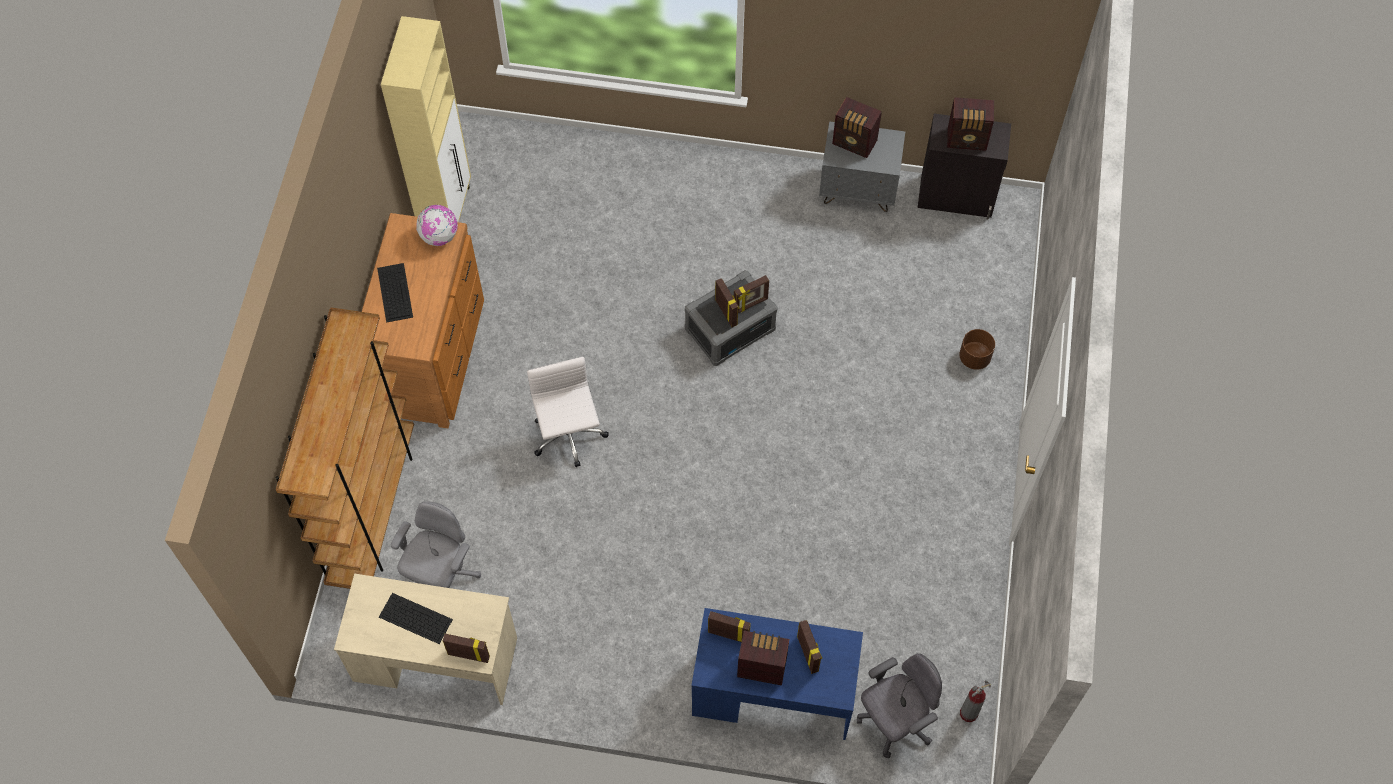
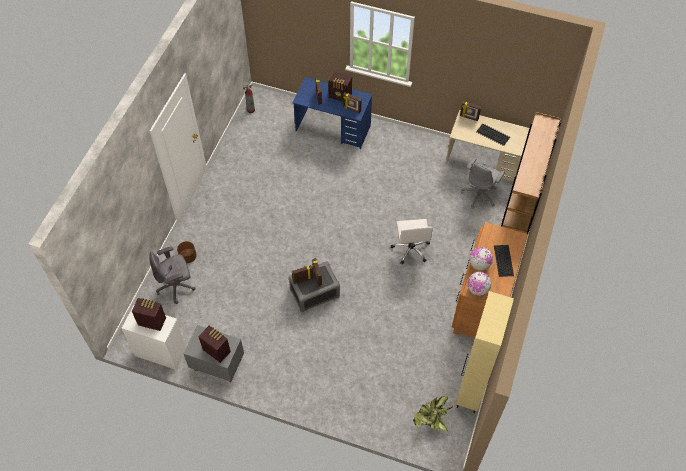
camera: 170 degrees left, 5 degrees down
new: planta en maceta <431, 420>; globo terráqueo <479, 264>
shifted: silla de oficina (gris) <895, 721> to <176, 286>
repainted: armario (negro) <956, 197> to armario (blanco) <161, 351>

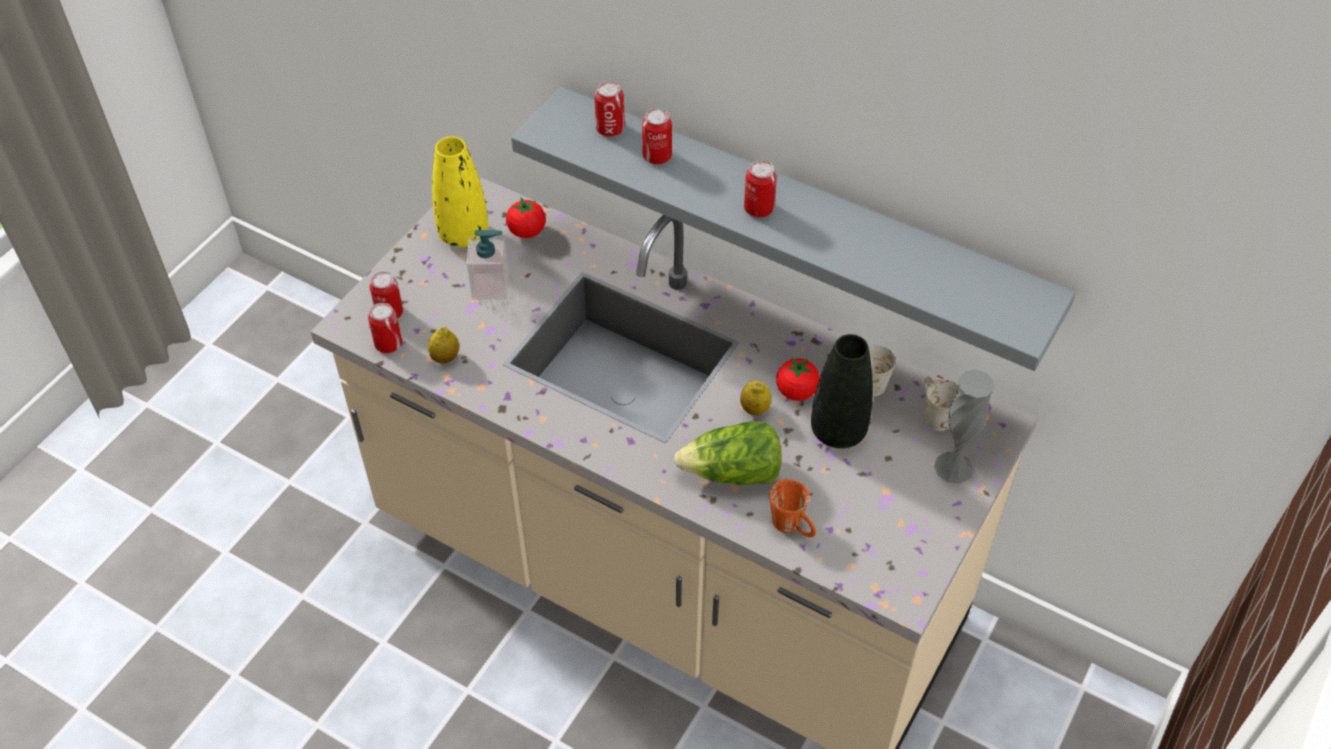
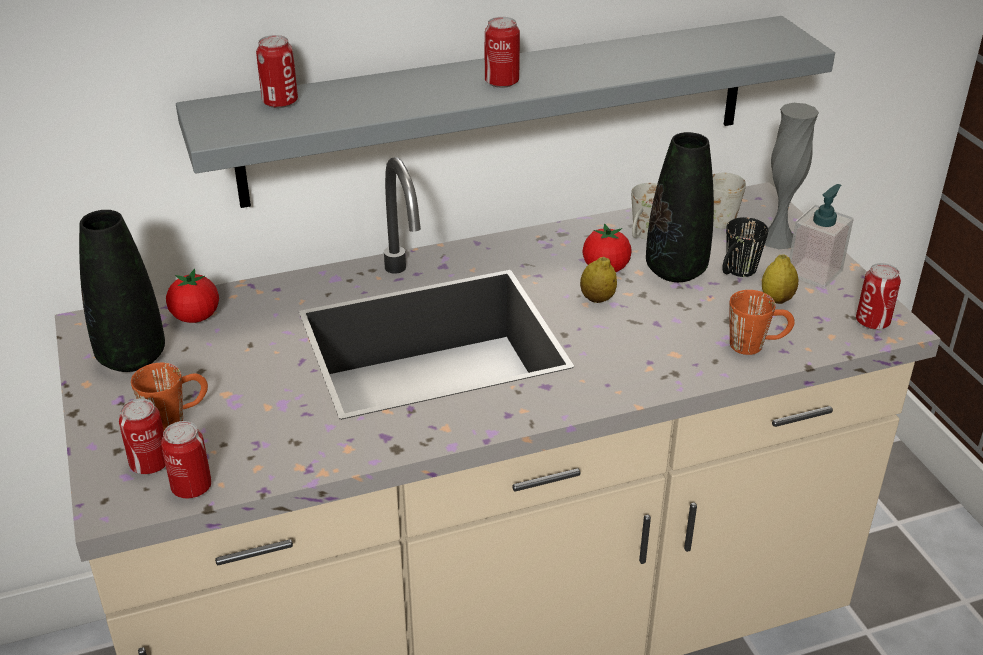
camera: 50 degrees left, 15 degrees down
gone: lechuga <733, 473>
new: taza grande (naranja) <177, 417>; taza grande (negro) <736, 273>
shifted: limón <445, 358> to <777, 299>; dispensador de jabón <491, 286> to <814, 272>; lata <657, 156> to <872, 322>
repainted: florero (amarillo) <463, 235> to florero (negro) <132, 358>

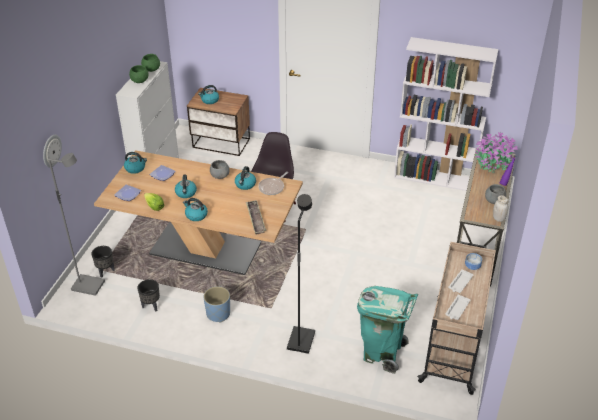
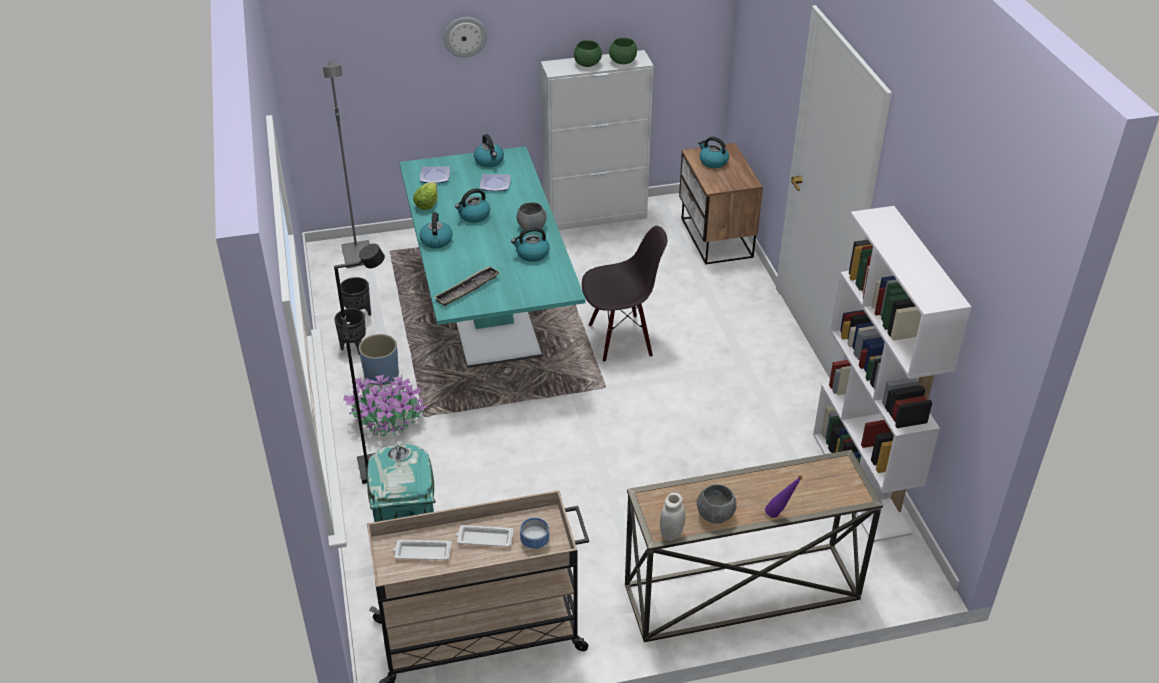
camera: 60 degrees right, 0 degrees up
gone: sartén <272, 187>
shifted: reloj de pared <51, 150> to <465, 36>; maceta (negro) <105, 271> to <353, 348>; planta en maceta <492, 163> to <388, 421>
repainted: mesa de comedor (beis) <205, 249> to mesa de comedor (turquesa) <491, 315>

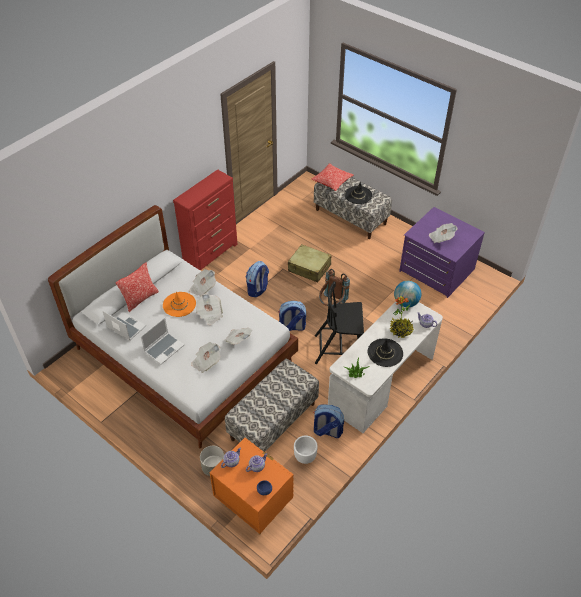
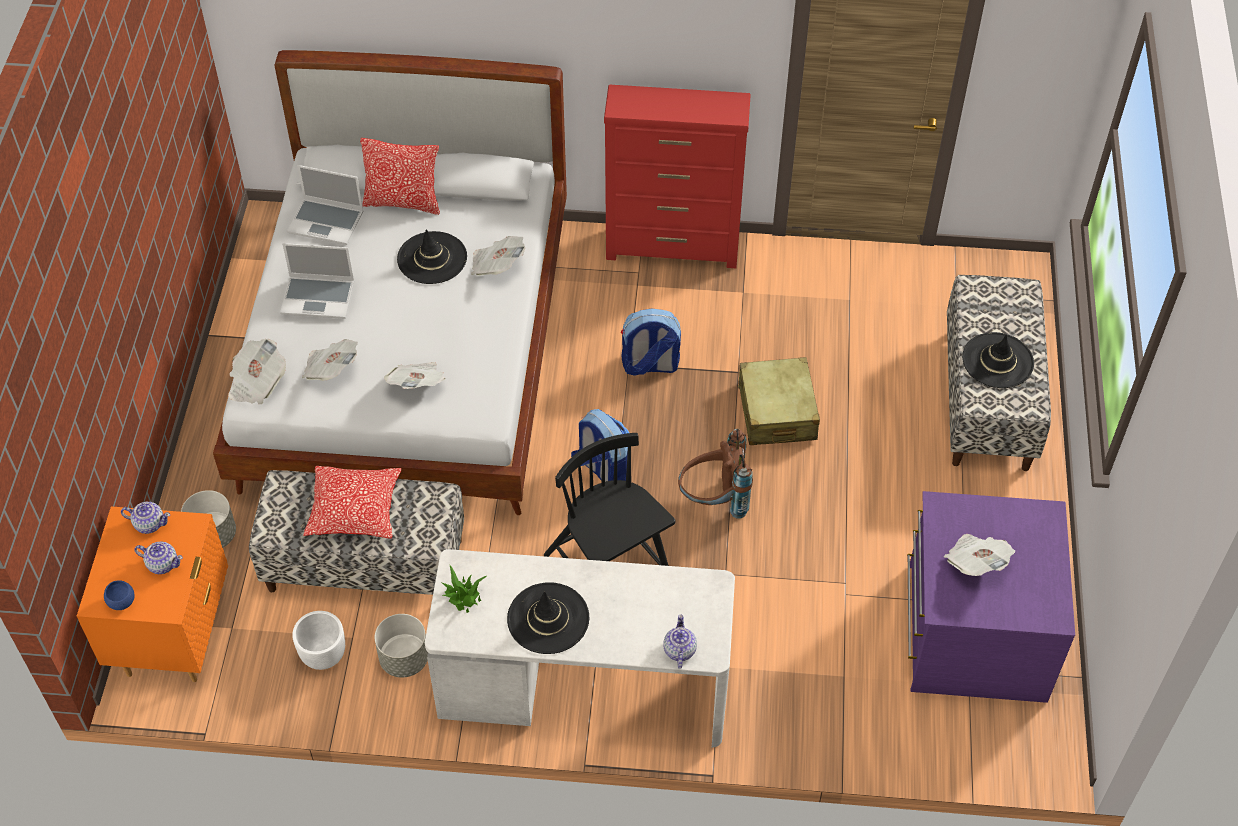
camera: 55 degrees right, 5 degrees up
gone: planta en maceta <401, 330>; globo terráqueo <406, 303>
shifted: periódico <210, 314> to <257, 383>; cojín <332, 181> to <354, 510>
swapped: mochila <327, 431> to maceta (gris) <404, 659>
repainted: sombrero (naranja) <179, 304> to sombrero (negro) <432, 258>
rotated: portátil <125, 327> = <327, 222> 105 degrees clockwise

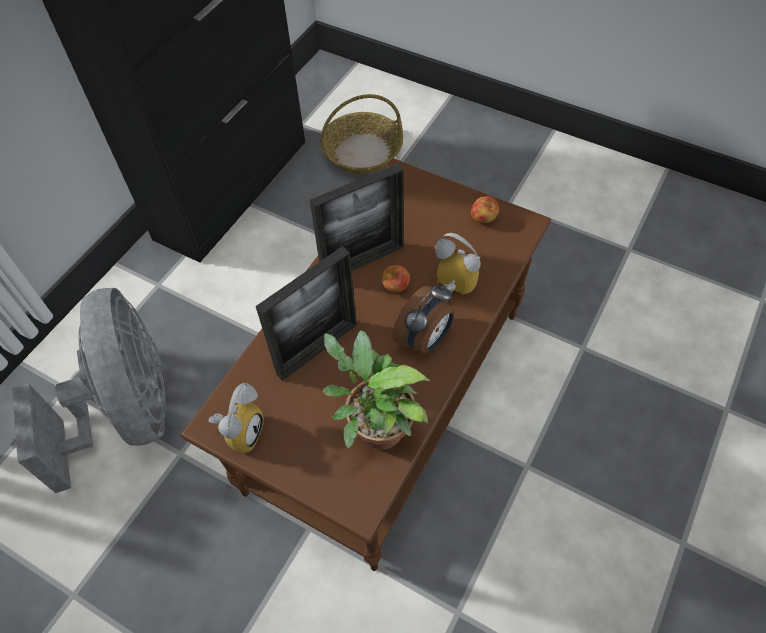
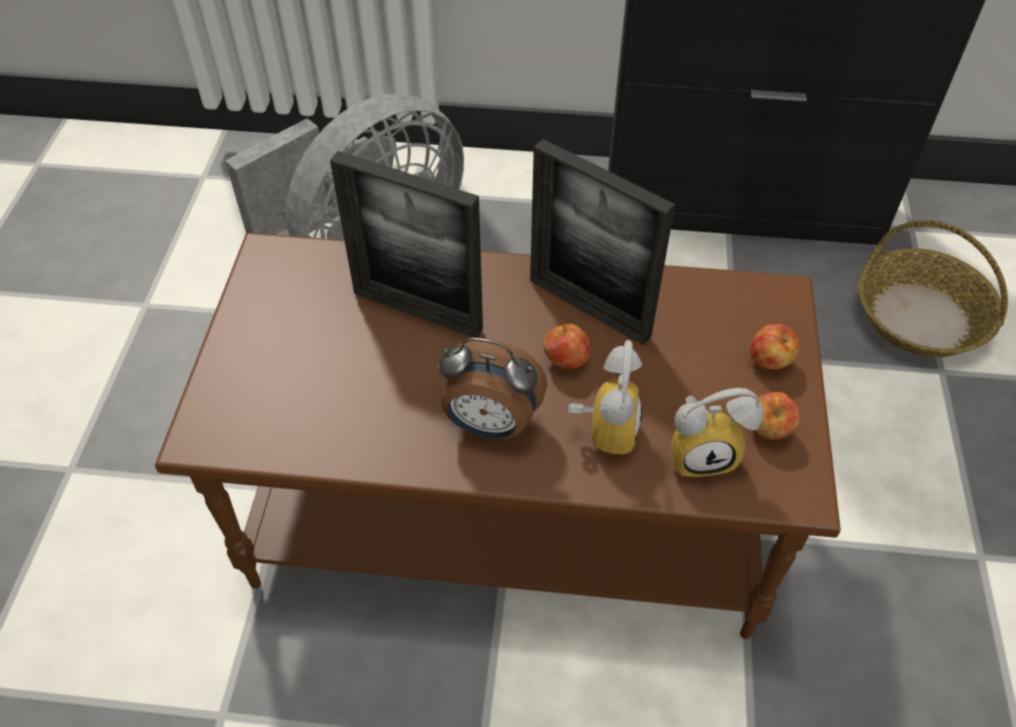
camera: 65 degrees right, 5 degrees down
gone: planta en maceta <375, 428>
new: manzana <769, 361>
shifted: despertador <241, 430> to <703, 452>

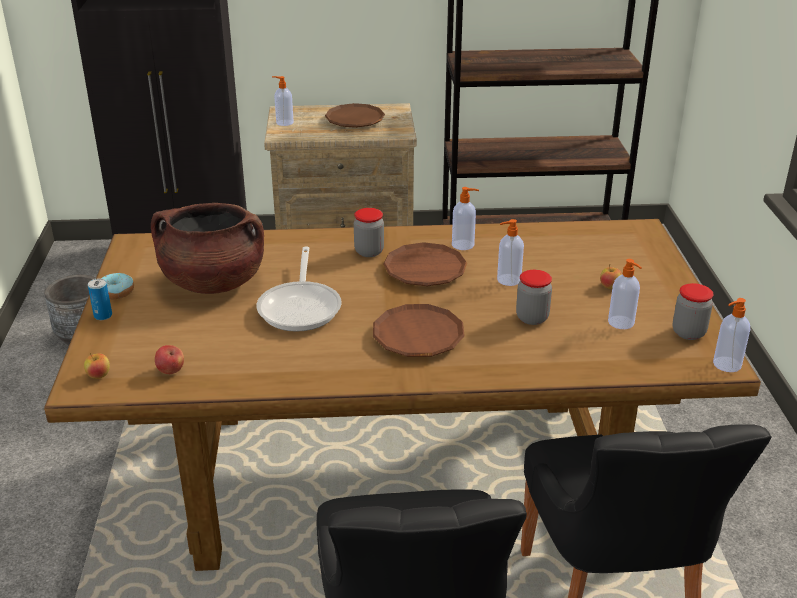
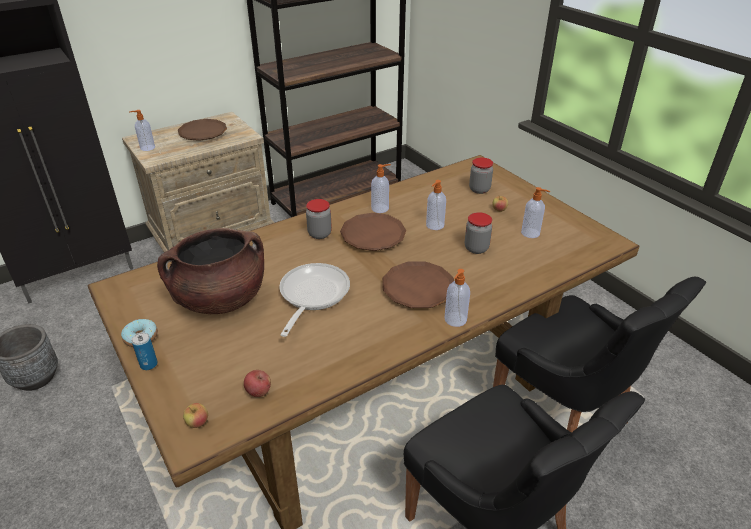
camera: 30 degrees left, 5 degrees up
shifted: tarro <688, 333> to <479, 189>; dispensador de jabón <726, 365> to <455, 320>
rotated: sartén <301, 307> = <312, 296> 135 degrees counterclockwise

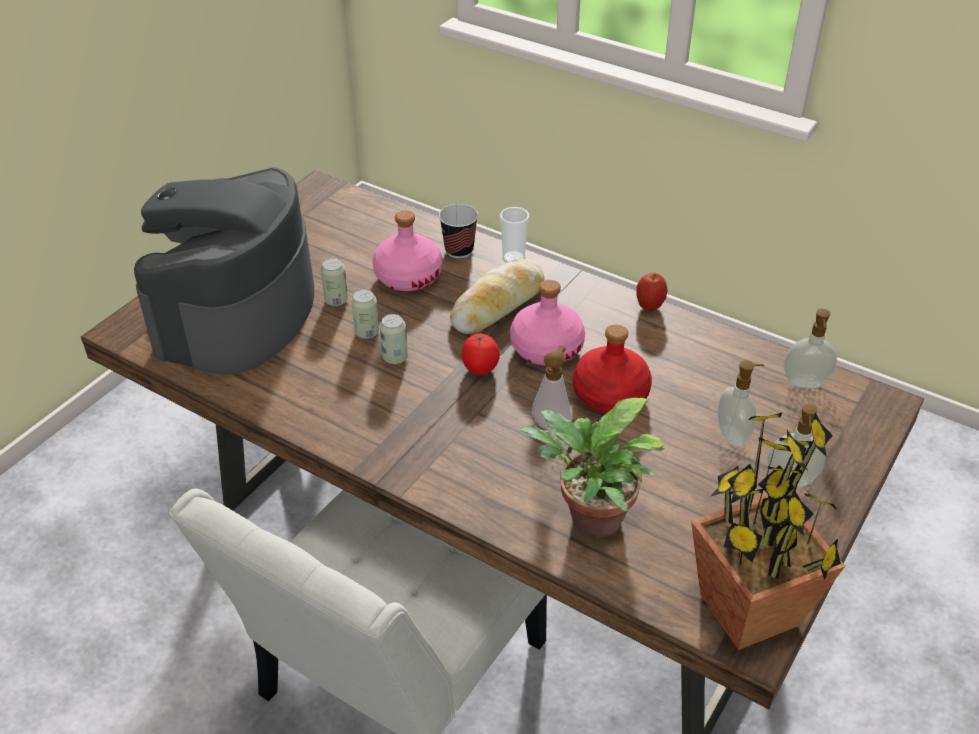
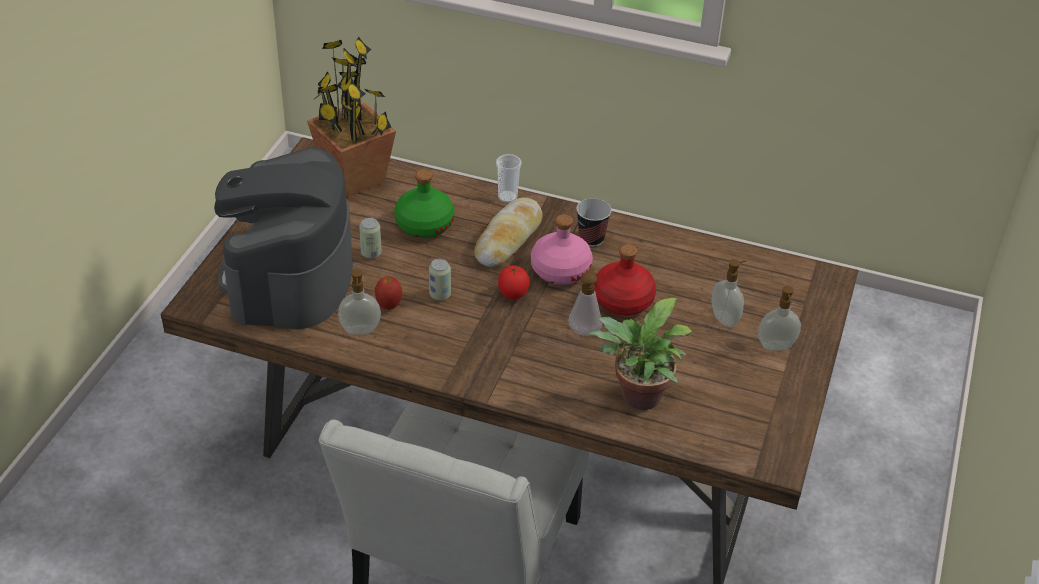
camera: 15 degrees left, 0 degrees up
gone: lata <367, 332>
shifted: taza <459, 250> to <591, 239>; manzana <649, 307> to <389, 306>; planta en maceta <750, 611> to <355, 179>; dispensador de jabón <805, 383> to <360, 331>
repainted: botella (rosa) <408, 276> to botella (verde) <424, 224>

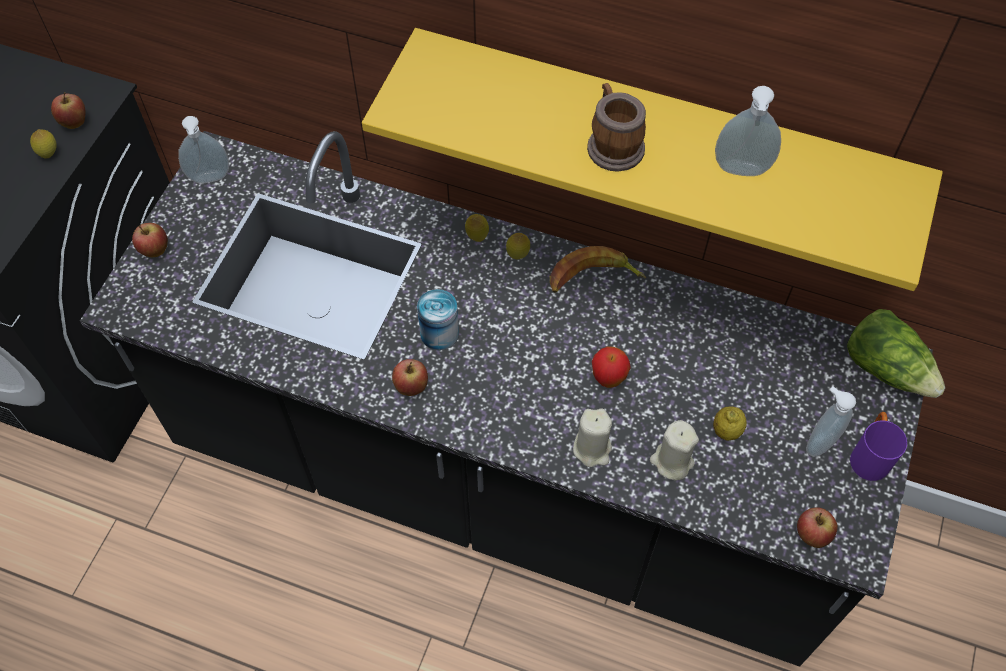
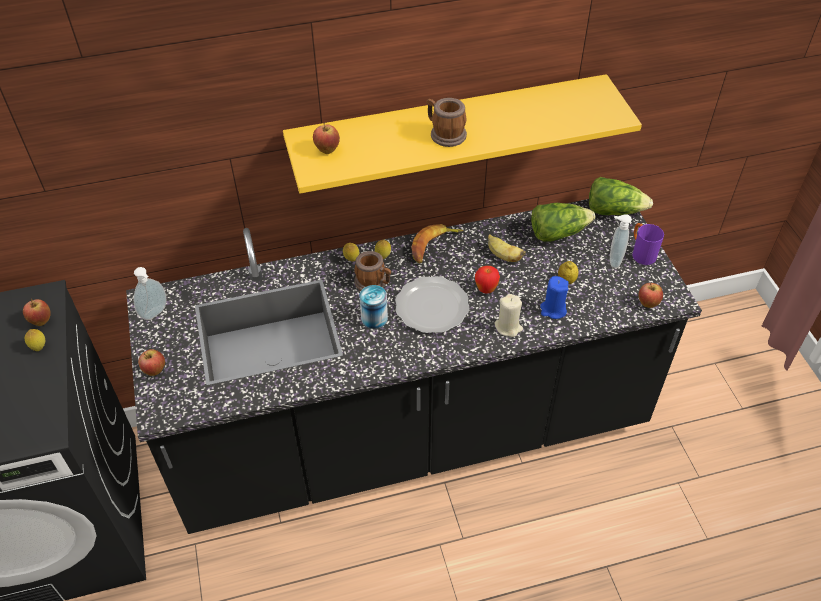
camera: 35 degrees left, 10 degrees down
gone: dispensador de jabón <741, 171>
new: taza grande <374, 283>; plato <432, 306>; plátano <503, 256>; lechuga <558, 232>
shifted: manzana <411, 387> to <327, 150>
repainted: vela (beis) <671, 461> to vela (azul) <553, 309>

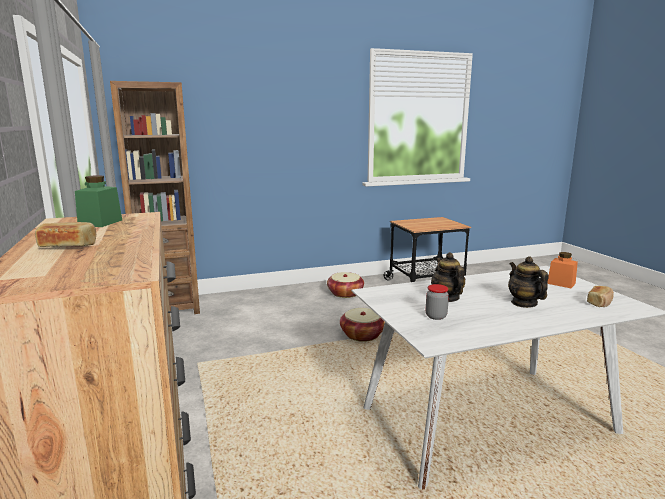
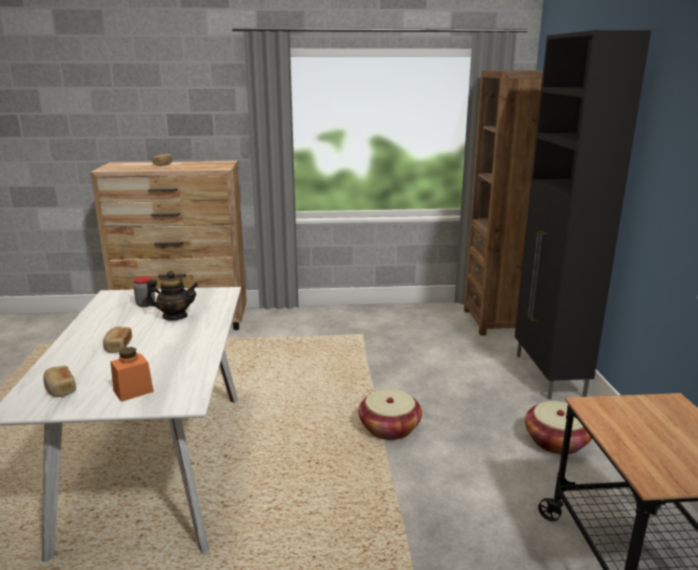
camera: 105 degrees right, 5 degrees up
gone: tarro (verde) <100, 223>
new: armario (negro) <549, 376>
swapped: tetera <524, 303> to pan <117, 346>

